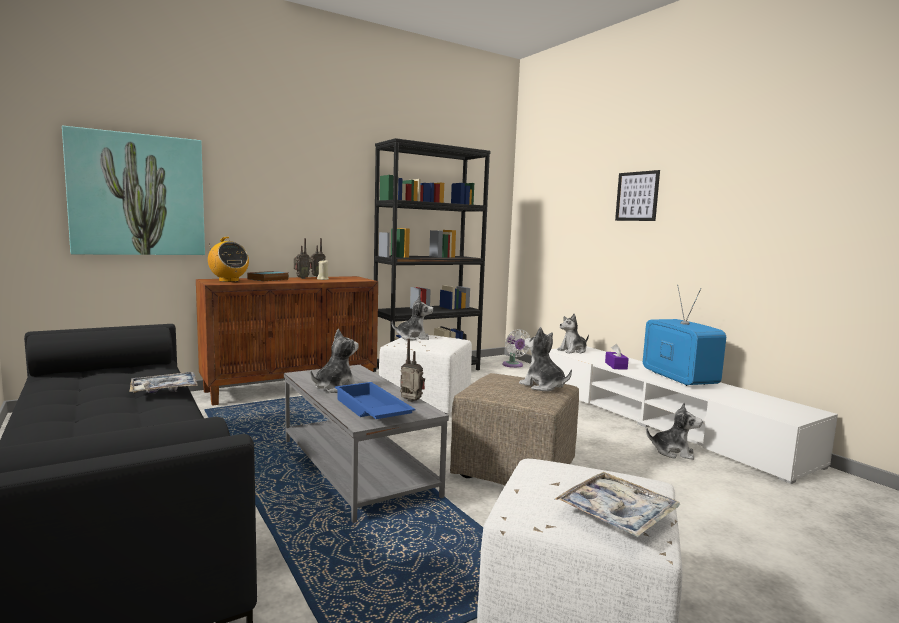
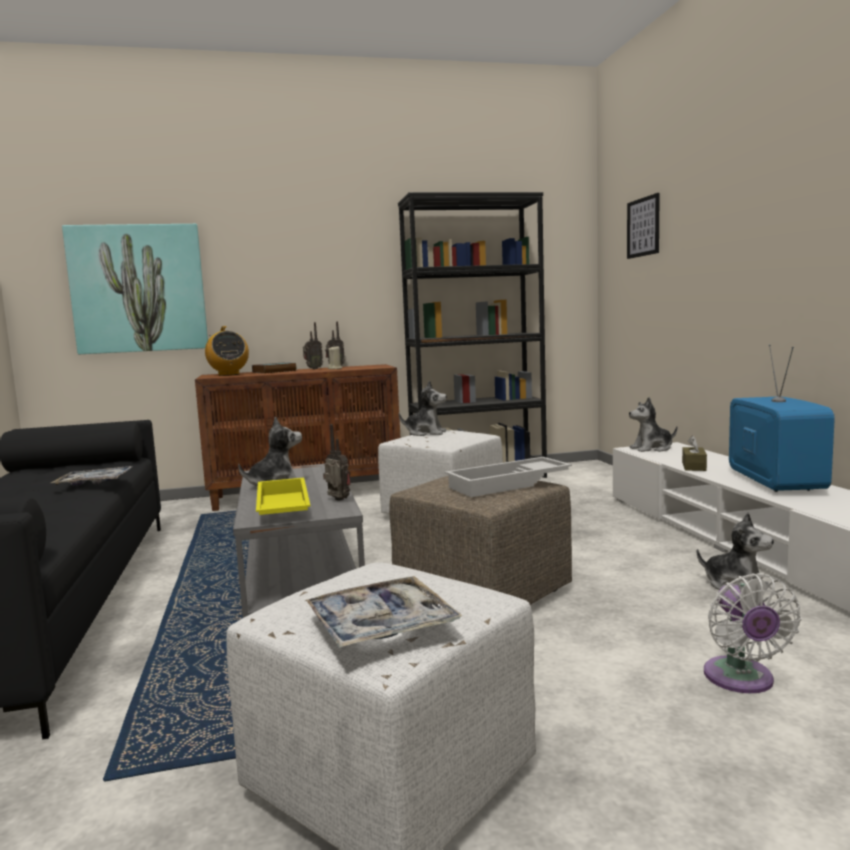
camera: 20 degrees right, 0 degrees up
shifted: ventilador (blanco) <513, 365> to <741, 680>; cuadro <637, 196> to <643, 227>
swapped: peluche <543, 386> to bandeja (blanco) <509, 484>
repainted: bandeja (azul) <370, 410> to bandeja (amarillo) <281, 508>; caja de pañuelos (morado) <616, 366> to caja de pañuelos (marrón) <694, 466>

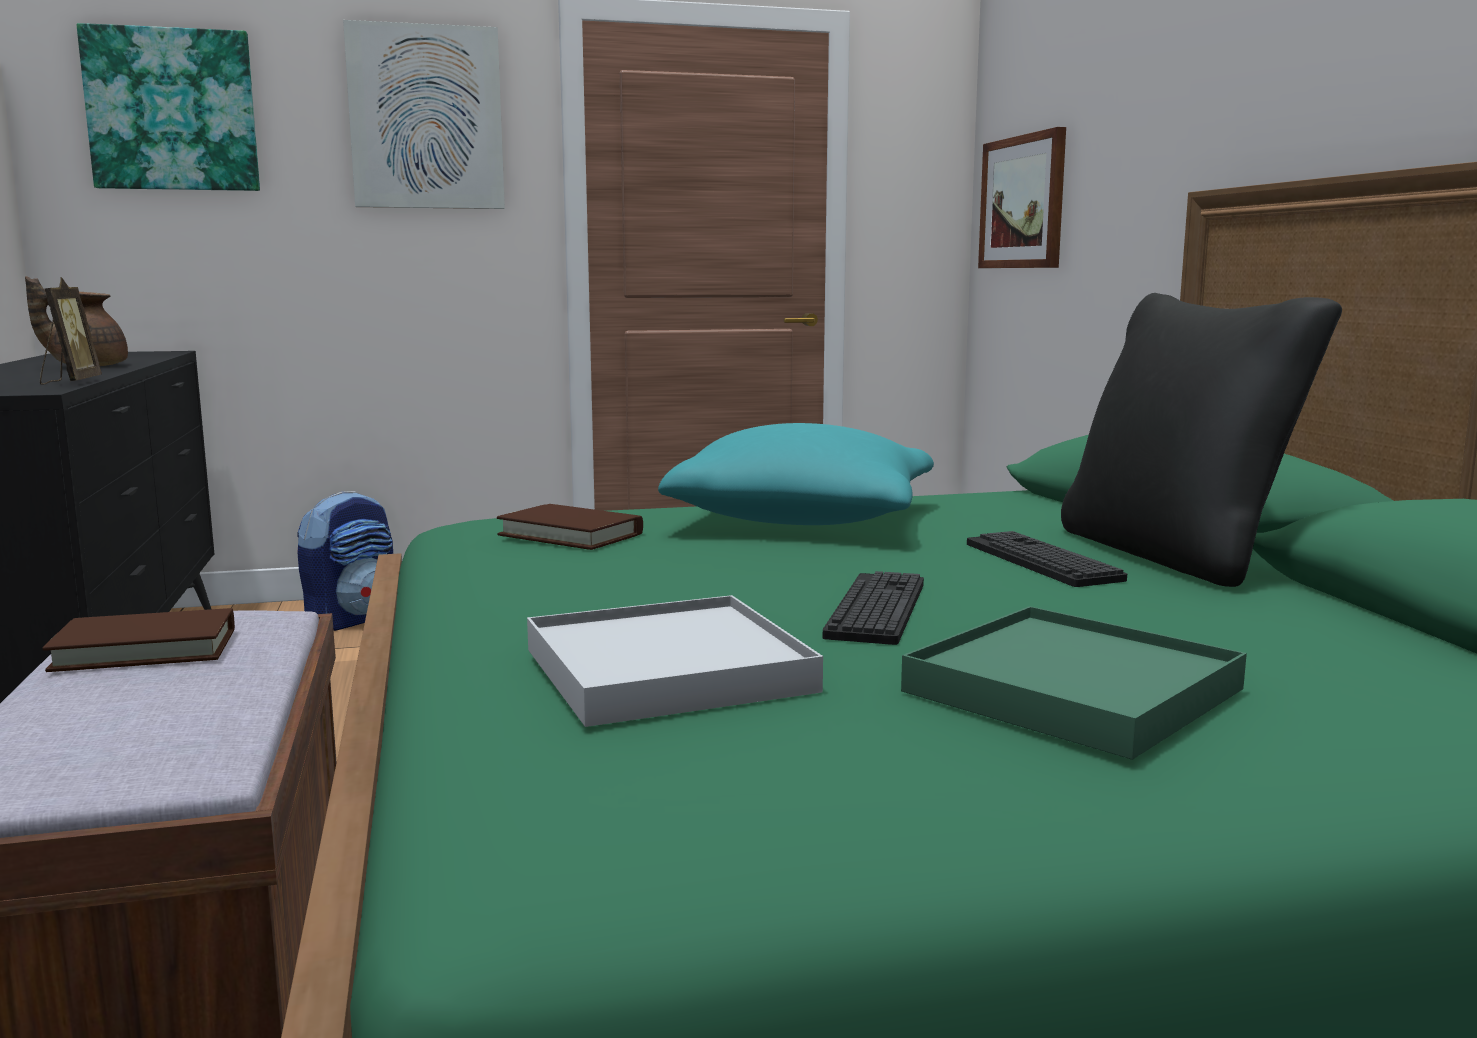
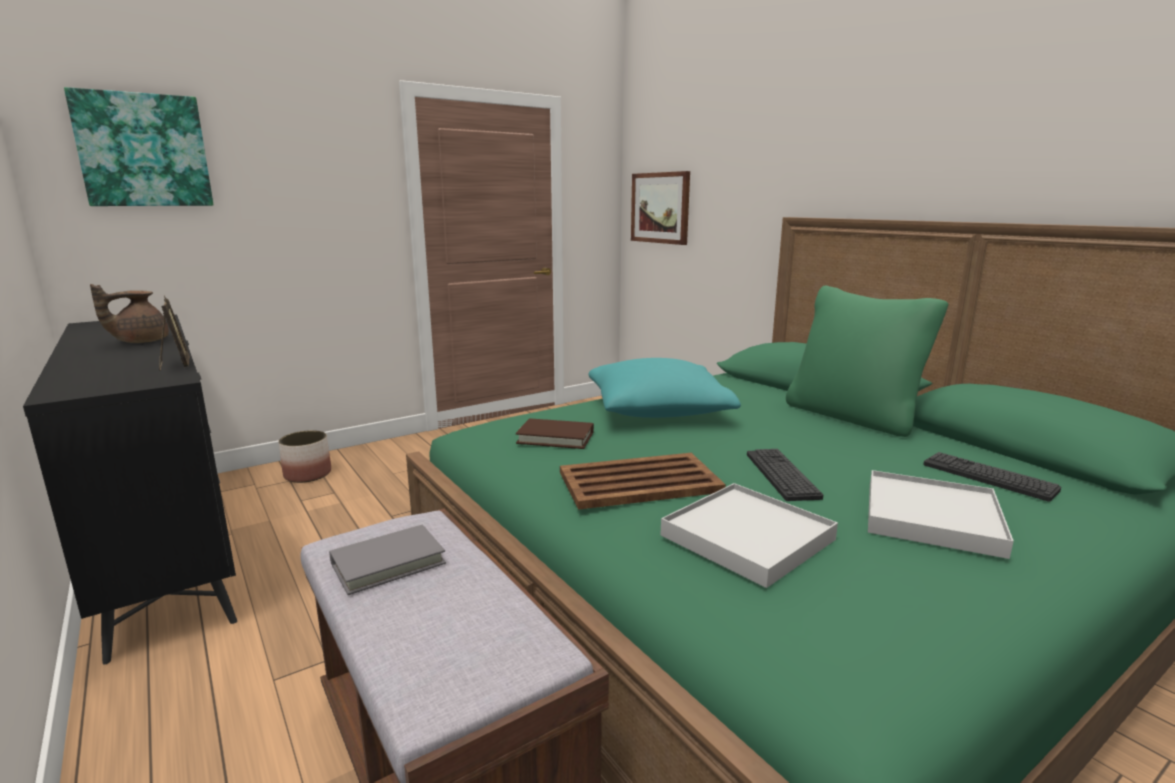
camera: 20 degrees left, 5 degrees up
gone: cuadro <426, 118>
new: bandeja (marrón) <641, 482>
shifted: teclado <1041, 561> to <988, 477>
swapped: mochila <352, 619> to maceta <307, 474>
repainted: libro (marrón) <145, 649> to libro (gris) <388, 563>; bandeja (verde) <1072, 690> to bandeja (blanco) <931, 517>; cojín (negro) <1174, 554> to cojín (verde) <852, 416>

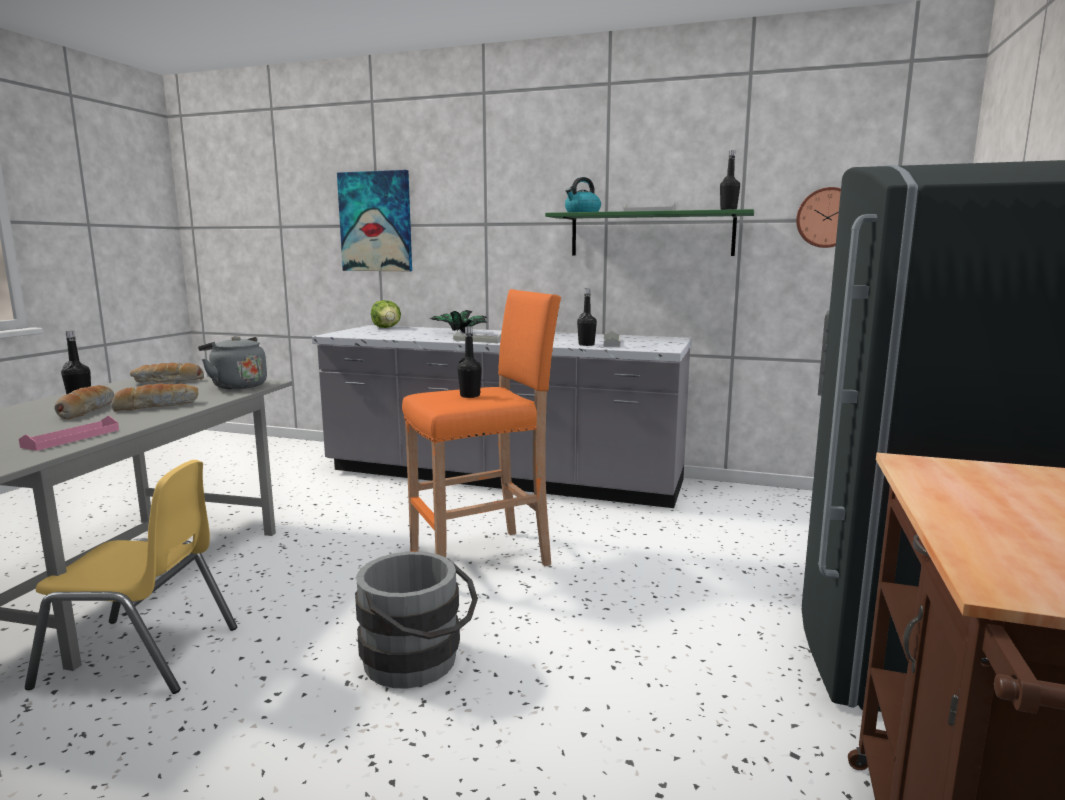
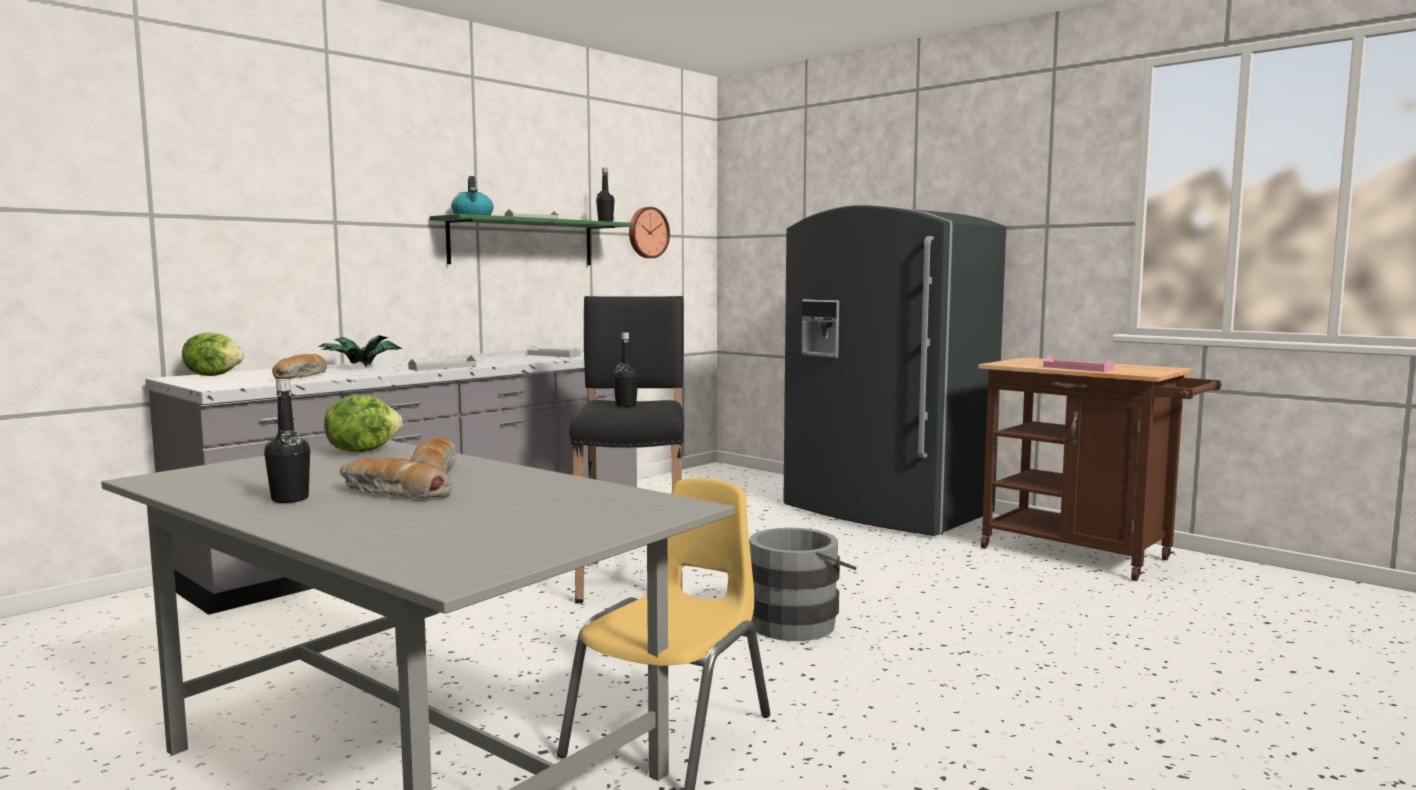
camera: 65 degrees left, 5 degrees down
gone: cuadro <376, 222>; botella (negro) <586, 344>
shifted: bandeja (rosa) <71, 438> to <1077, 368>; pan <168, 381> to <301, 377>
swapped: hervidor (gris) <237, 386> to lechuga <361, 451>
repainted: taburete (naranja) <483, 558> to taburete (negro) <633, 580>

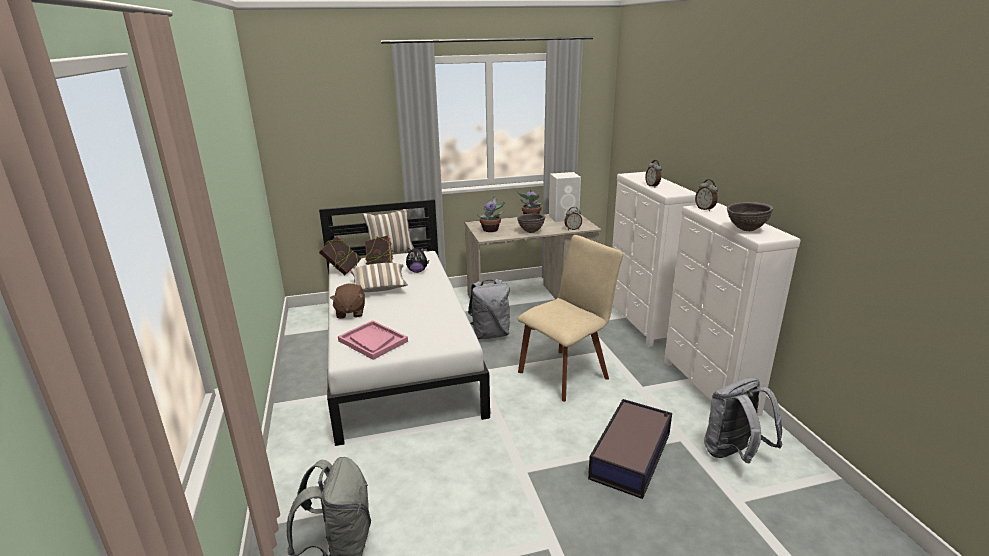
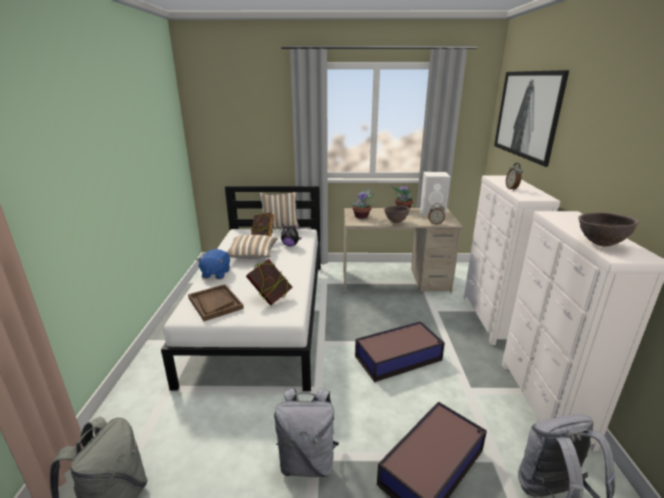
camera: 15 degrees right, 0 degrees up
gone: despertador <705, 209>
new: cuadro <528, 114>
shifted: libro <342, 271> to <270, 298>; mochila (gris) <490, 334> to <307, 461>
swapped: silla (beis) <566, 373> to caja de almacenaje <399, 358>
repainted: peluche (marrón) <350, 312> to peluche (azul) <215, 274>; bandeja (rosa) <372, 341> to bandeja (marrón) <215, 303>

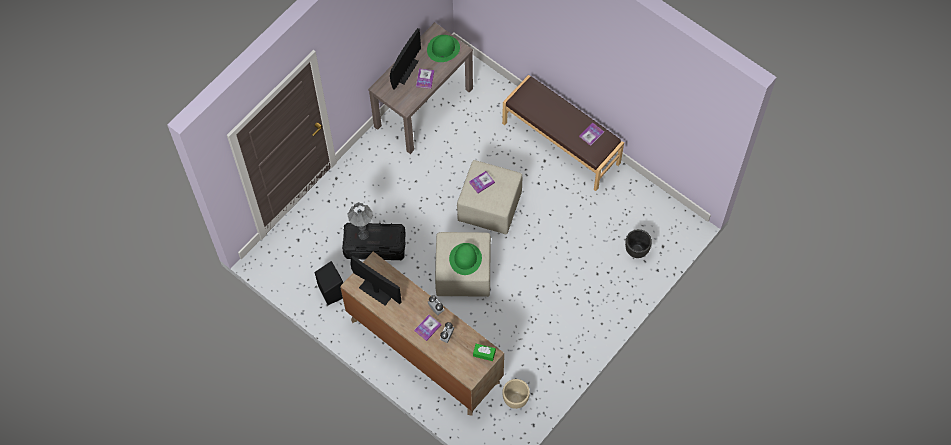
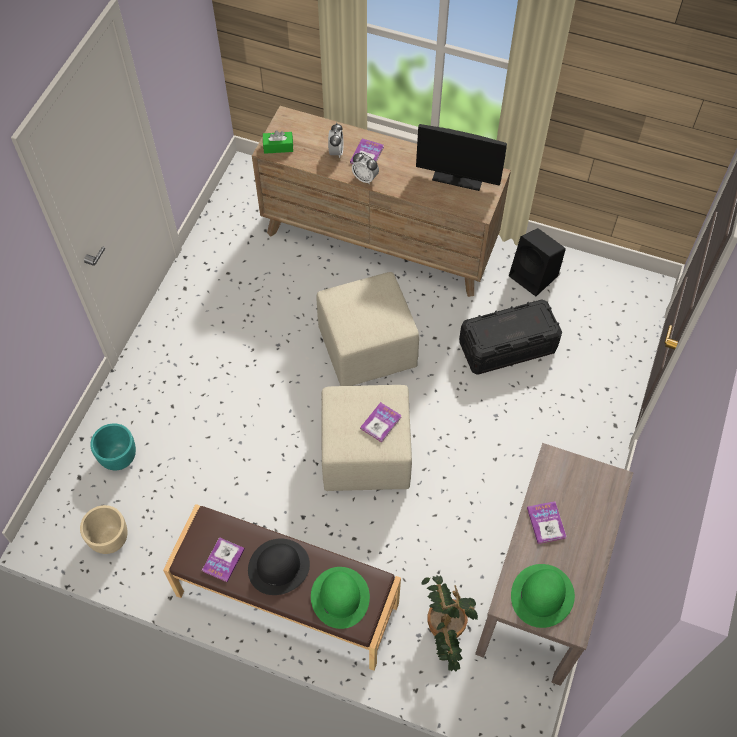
camera: 160 degrees right, 5 degrees down
gone: lámpara de mesa (gris) <363, 235>; monitor <405, 70>
new: sombrero (negro) <278, 567>; planta en maceta <444, 634>
shifted: sombrero (verde) <465, 259> to <340, 597>; maceta (beis) <515, 399> to <110, 539>
repainted: maceta (negro) <637, 250> to maceta (turquesa) <119, 459>

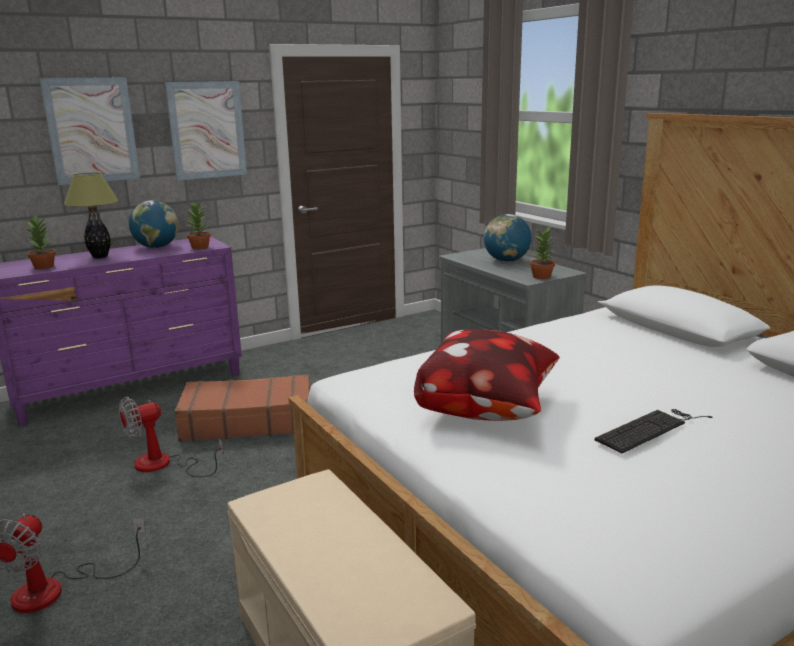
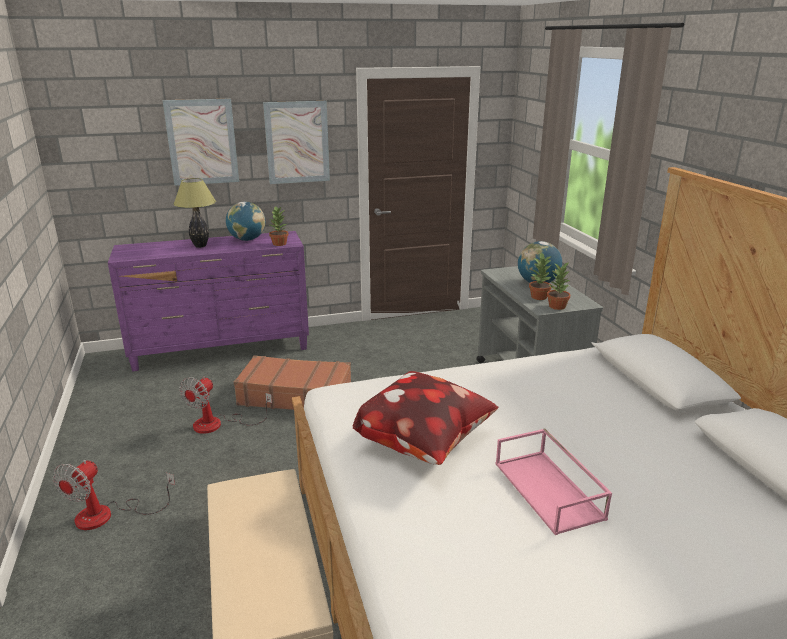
camera: 15 degrees right, 5 degrees up
shifted: planta en maceta <44, 266> to <539, 297>
swapped: teclado <650, 429> to bandeja (rosa) <550, 490>
rotated: ventilador <164, 465> = <218, 424> 45 degrees counterclockwise

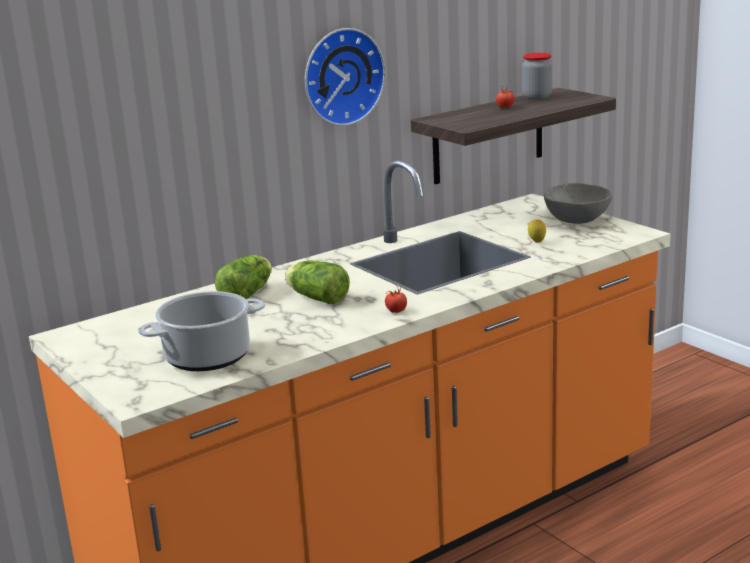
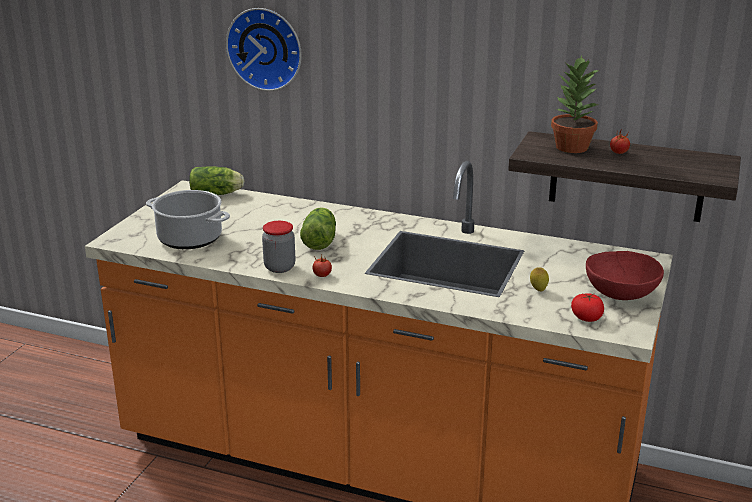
camera: 55 degrees right, 5 degrees up
new: planta en maceta <571, 147>; tomate <586, 317>
shifted: lechuga <248, 293> to <218, 194>; reloj de pared <341, 76> to <266, 48>; tarro <537, 97> to <279, 267>
repainted: cuenco (gris) <576, 221> to cuenco (rojo) <620, 294>

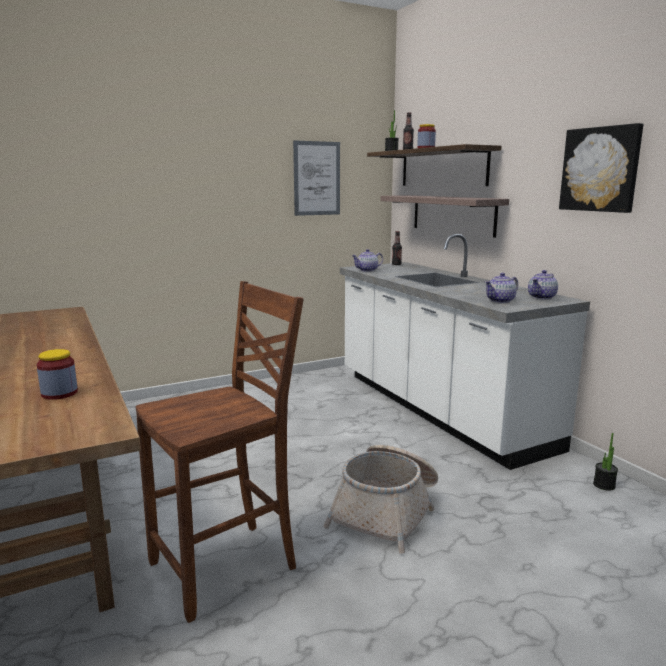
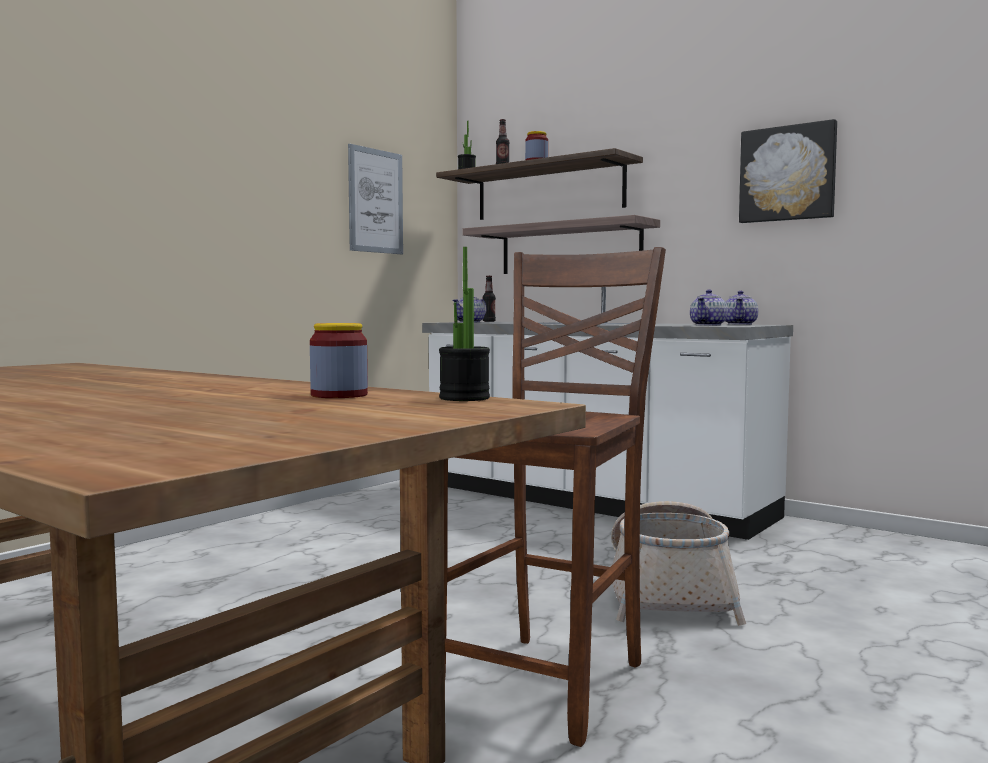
camera: 25 degrees left, 10 degrees down
shifted: planta en maceta <604, 485> to <464, 398>

